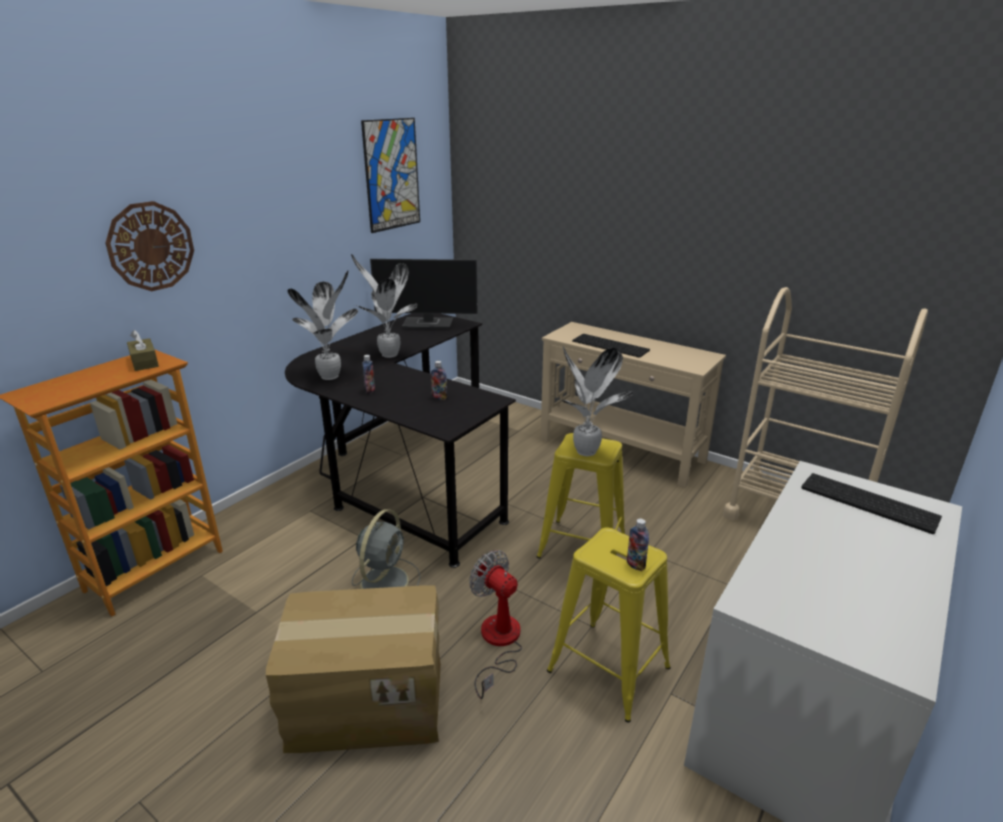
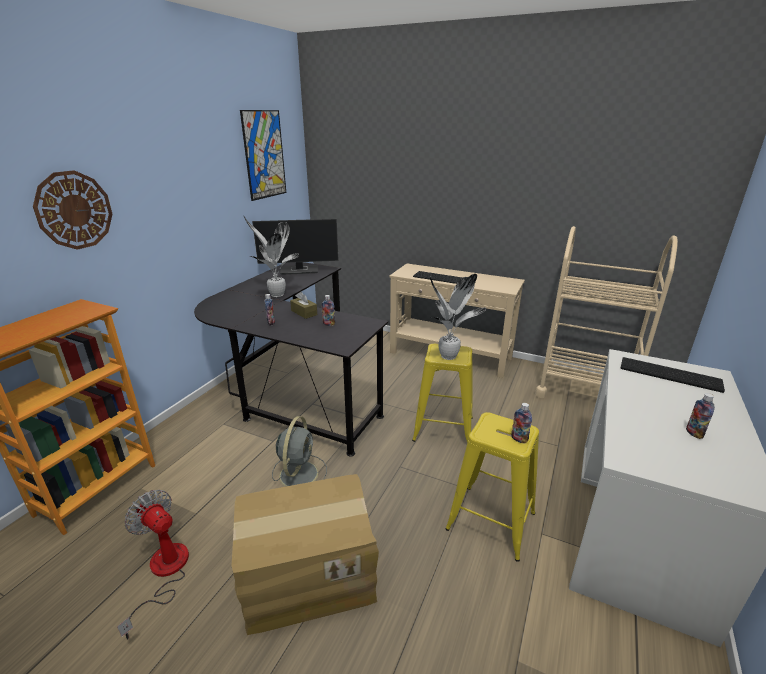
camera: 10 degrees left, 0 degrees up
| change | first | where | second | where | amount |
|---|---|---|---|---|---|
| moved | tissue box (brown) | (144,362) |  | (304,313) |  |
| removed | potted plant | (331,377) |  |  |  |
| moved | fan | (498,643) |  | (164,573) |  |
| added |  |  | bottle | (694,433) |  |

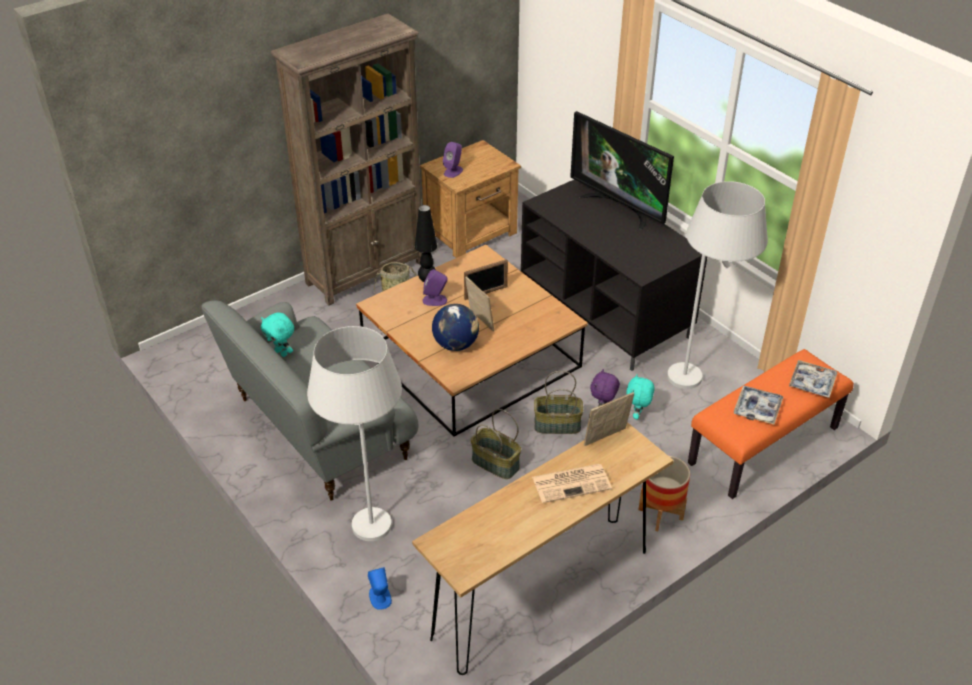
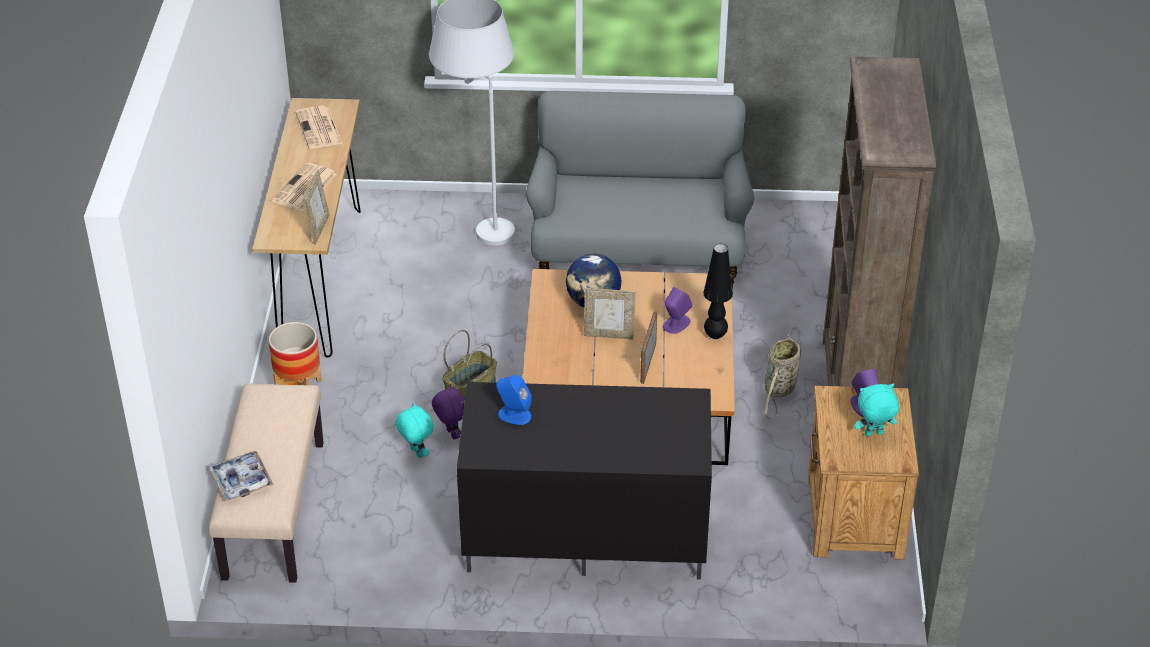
camera: 130 degrees right, 0 degrees up
| change | first | where | second | where | amount |
|---|---|---|---|---|---|
| moved | plush toy (turquoise) | (281,353) |  | (873,434) |  |
| moved | speaker (blue) | (380,597) |  | (514,415) |  |
| removed | basket | (494,464) |  |  |  |
| removed | television | (619,207) |  |  |  |
| removed | floor lamp (white) | (700,386) |  |  |  |
| recoloured | bench (orange) | (764,446) | bench (beige) | (273,509) |  |
| removed | tray | (757,409) |  |  |  |
| added |  |  | newspaper | (319,129) |  |

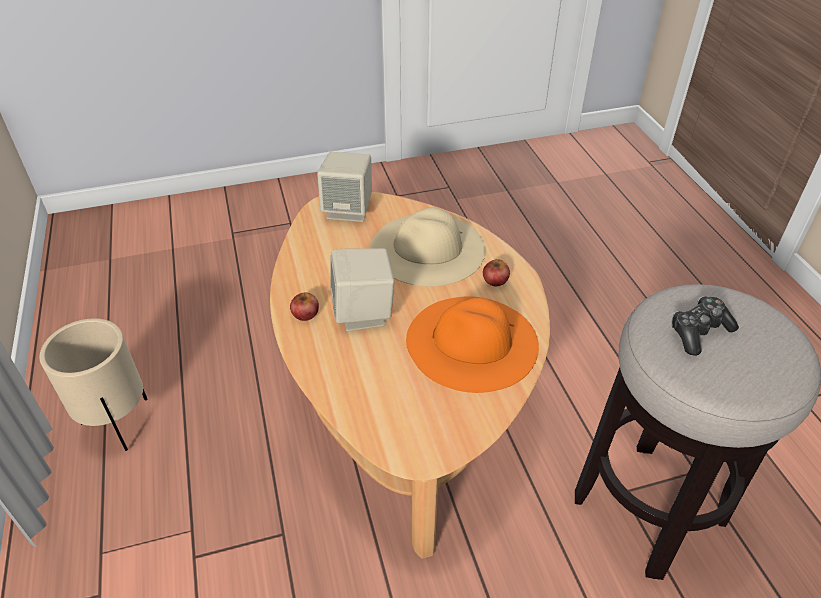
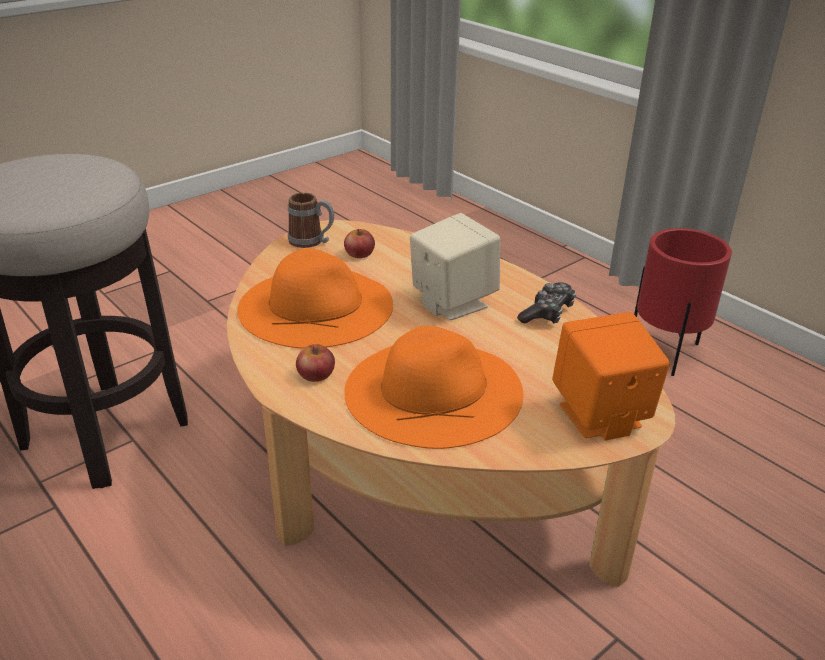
camera: 155 degrees right, 10 degrees down
| change | first | where | second | where | amount |
|---|---|---|---|---|---|
| recoloured | planter (beige) | (119,424) | planter (red) | (666,353) |  |
| moved | apple | (305,313) |  | (359,253) |  |
| recoloured | speaker (beige) | (348,210) | speaker (orange) | (600,416) |  |
| recoloured | hat (beige) | (427,249) | hat (orange) | (433,390) |  |
| moved | game controller | (699,331) |  | (547,313) |  |
| added |  |  | mug | (312,242) |  |

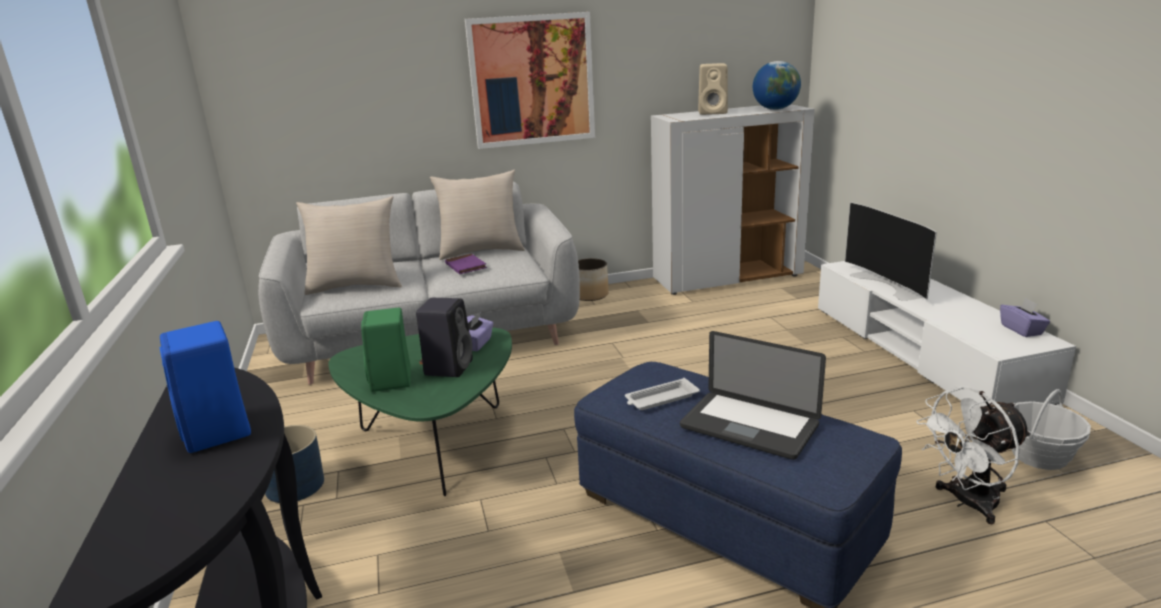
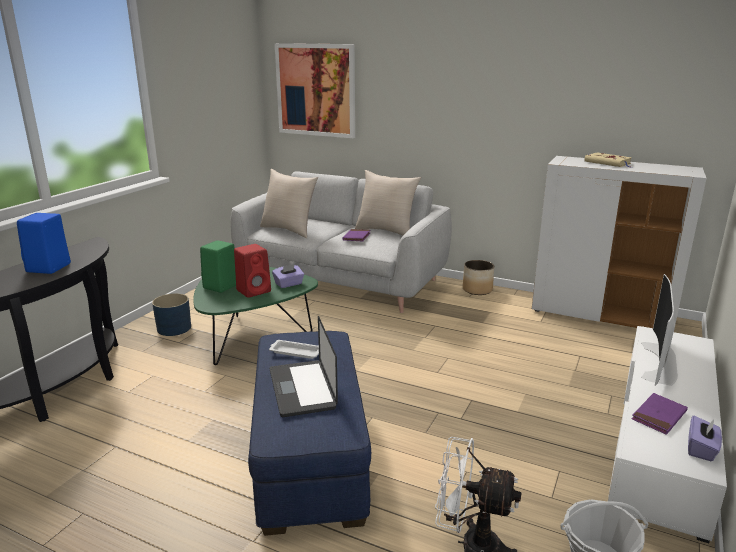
camera: 40 degrees right, 0 degrees up
| change | first | where | second | where | amount |
|---|---|---|---|---|---|
| recoloured | speaker (black) | (449,367) | speaker (red) | (254,290) |  |
| moved | picture | (532,80) |  | (316,90) |  |
| replaced | speaker (beige) | (713,112) | book (beige) | (608,163) |  |
| removed | globe | (775,109) |  |  |  |
| added |  |  | book (purple) | (659,416) |  |

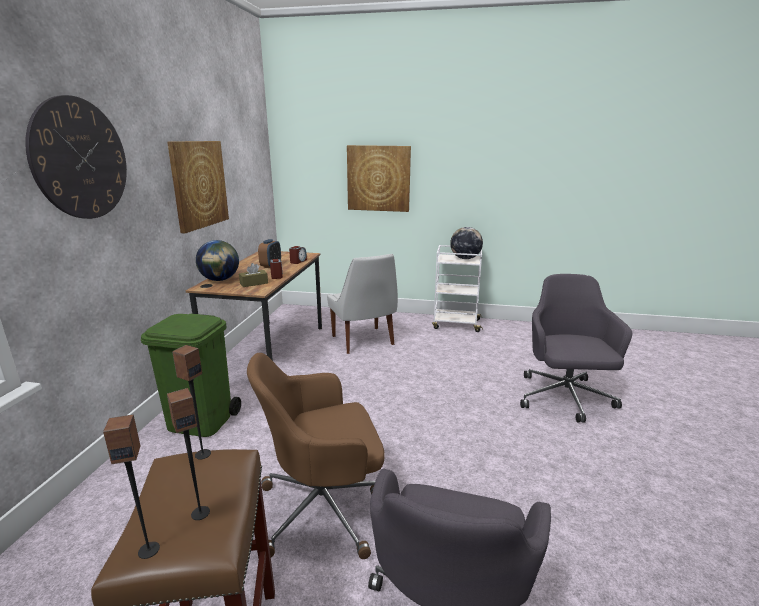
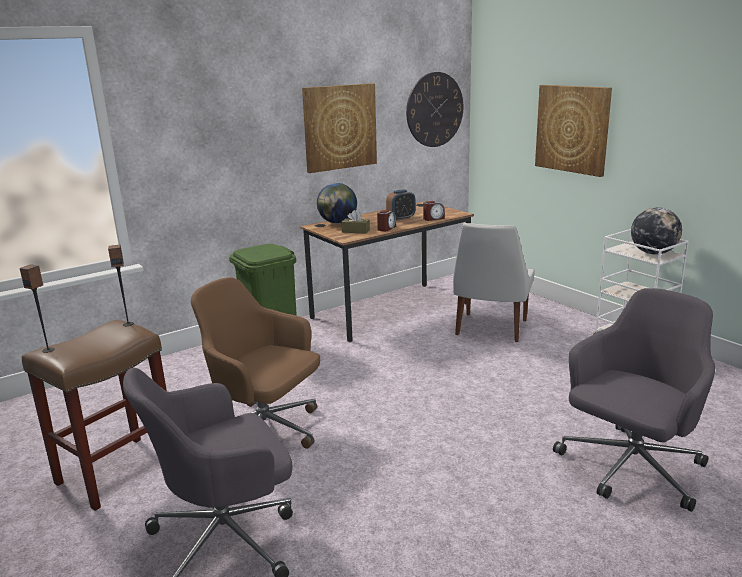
camera: 45 degrees right, 0 degrees up
| change | first | where | second | where | amount |
|---|---|---|---|---|---|
| moved | wall clock | (80,159) |  | (434,110) |  |
| removed | speaker | (200,513) |  |  |  |

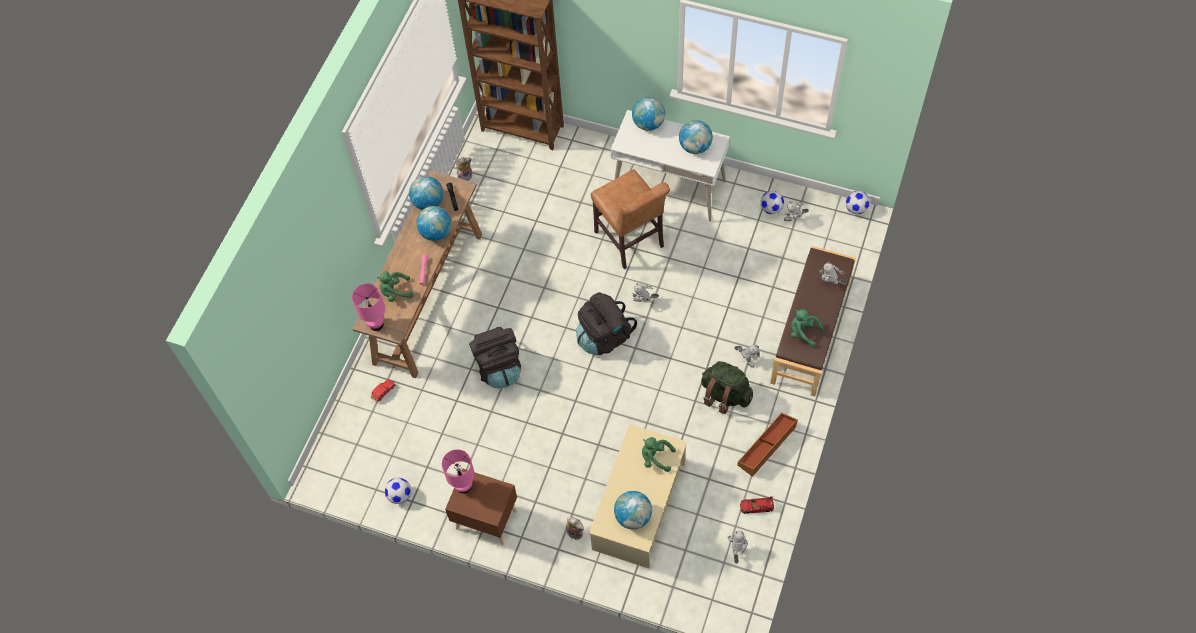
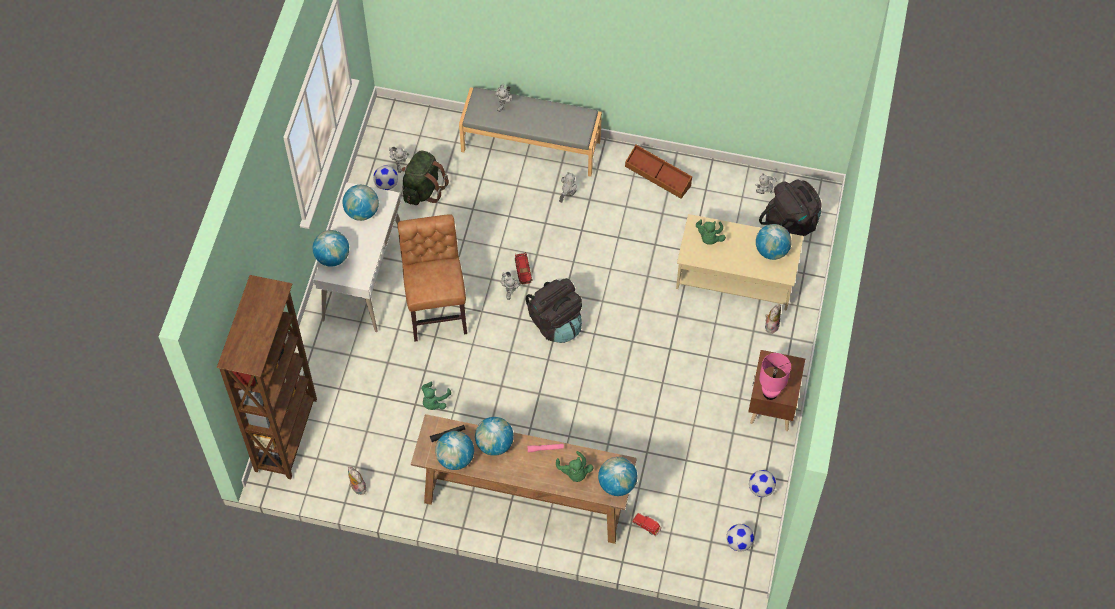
camera: 100 degrees left, 0 degrees up
| change | first | where | second | where | amount |
|---|---|---|---|---|---|
| replaced | table lamp (pink) | (377,324) | globe | (617,484) |  |
| moved | backpack (black) | (499,367) |  | (791,224) |  |
| turned | chair (brown) | (631,242) |  | (436,309) | 60 degrees counterclockwise |
| moved | backpack (green) | (725,395) |  | (423,189) |  |
| moved | toy car (red) | (757,506) |  | (523,270) |  |
| recoloured | bench (brown) | (811,332) | bench (grey) | (531,145) |  |
| moved | plush toy (green) | (803,332) |  | (434,402) |  |
| moved | football | (856,209) |  | (738,542) |  |

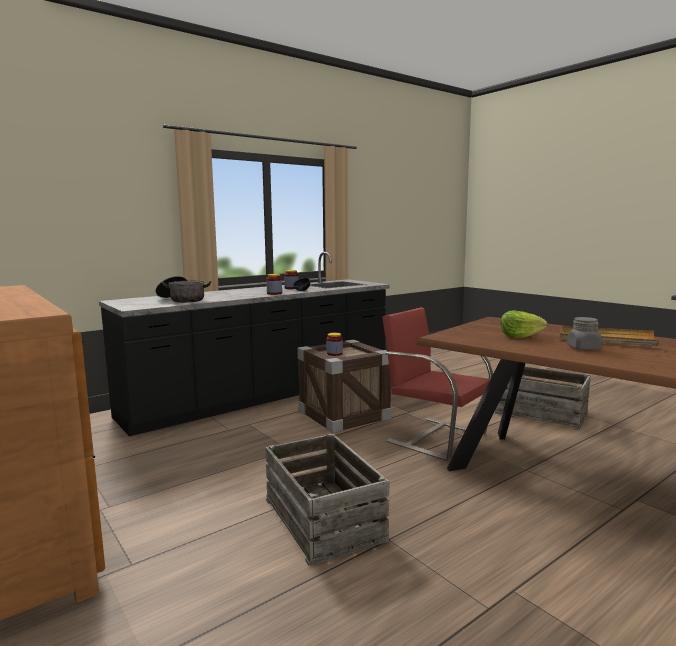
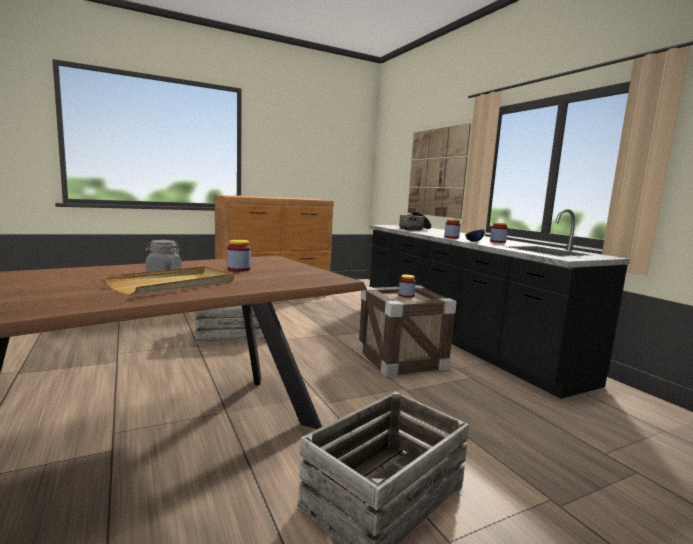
camera: 100 degrees right, 0 degrees up
| change | first | where | second | where | amount |
|---|---|---|---|---|---|
| removed | chair (red) | (435,437) |  |  |  |
| replaced | lettuce | (520,336) | jar | (239,269) |  |
| added |  |  | picture | (436,172) |  |

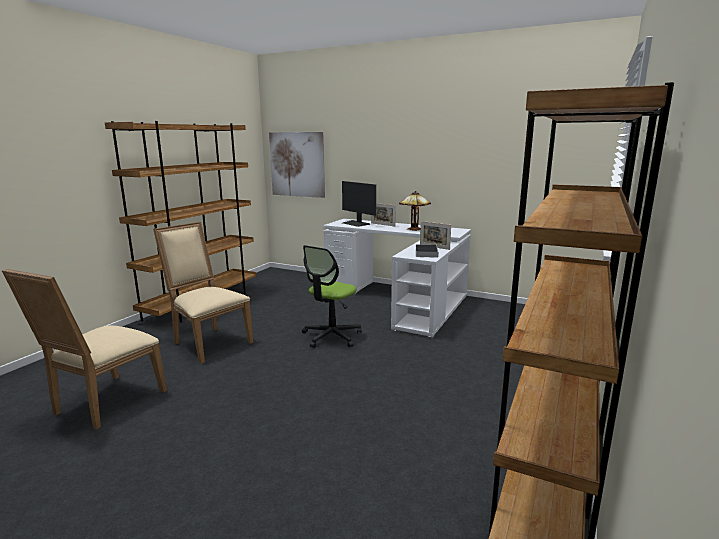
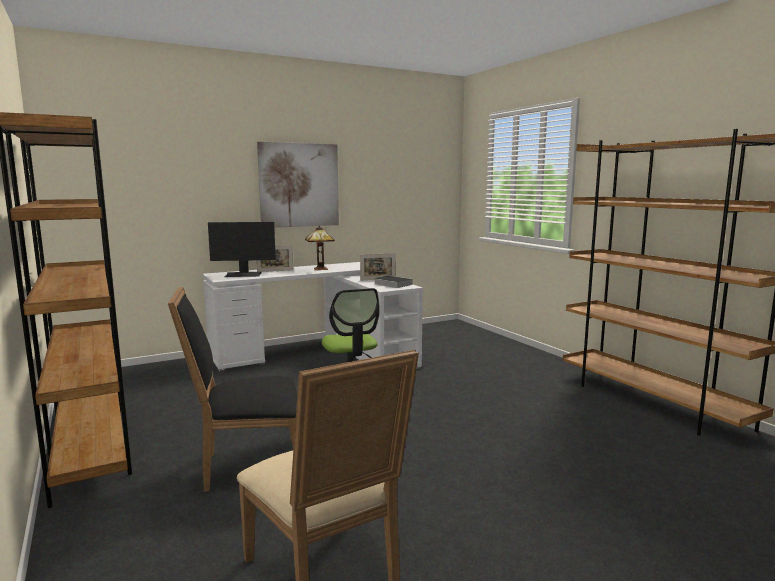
camera: 55 degrees left, 5 degrees down
| change | first | where | second | where | amount |
|---|---|---|---|---|---|
| recoloured | chair (beige) | (209,342) | chair (black) | (247,466) |  |
| moved | picture | (297,164) |  | (299,185) |  |

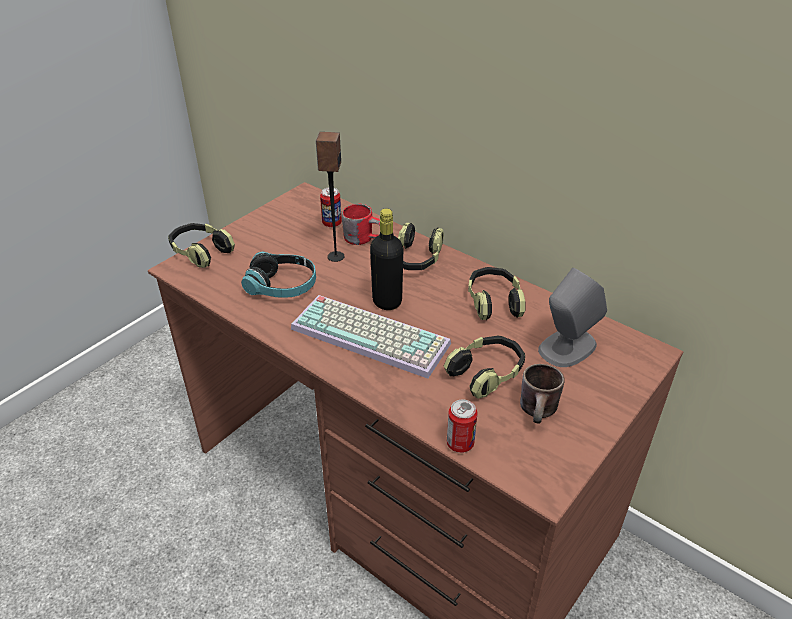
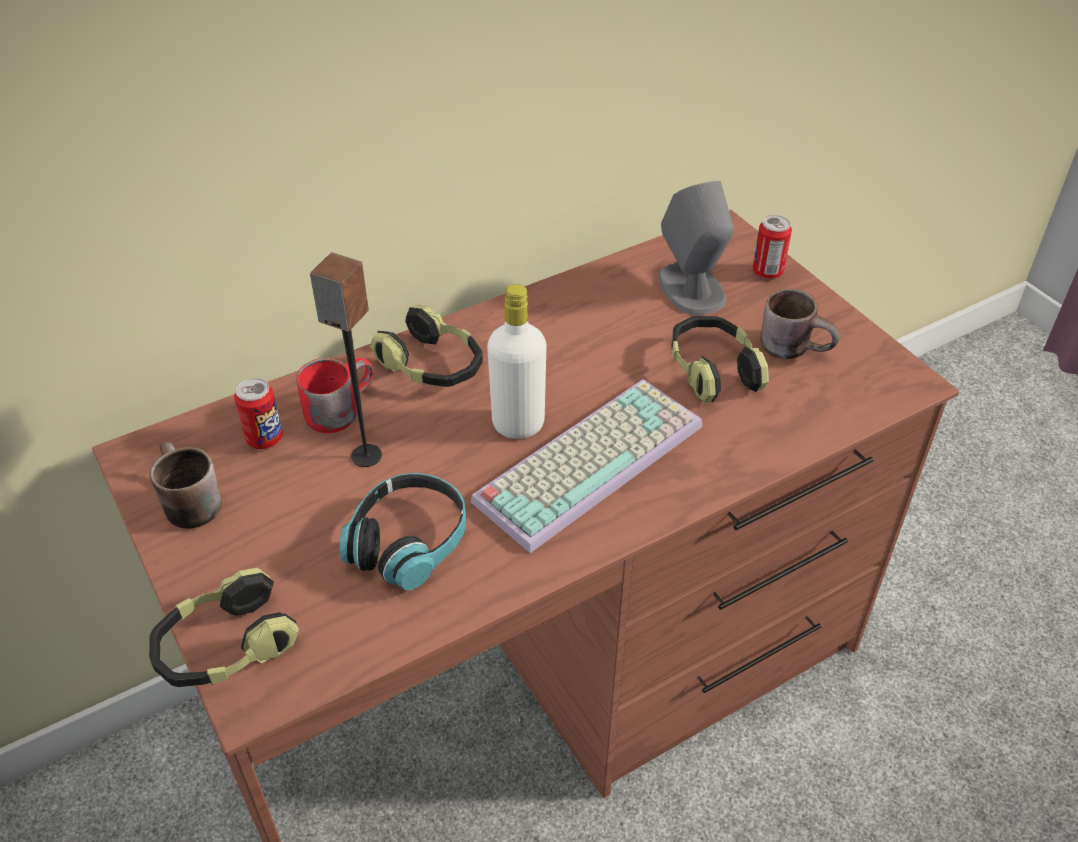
camera: 70 degrees left, 5 degrees up
| change | first | where | second | where | amount |
|---|---|---|---|---|---|
| recoloured | bottle (black) | (387,301) | bottle (white) | (518,424) |  |
| moved | can | (460,443) |  | (767,272) |  |
| removed | headphones | (494,302) |  |  |  |
| added |  |  | mug (brown) | (185,503) |  |

